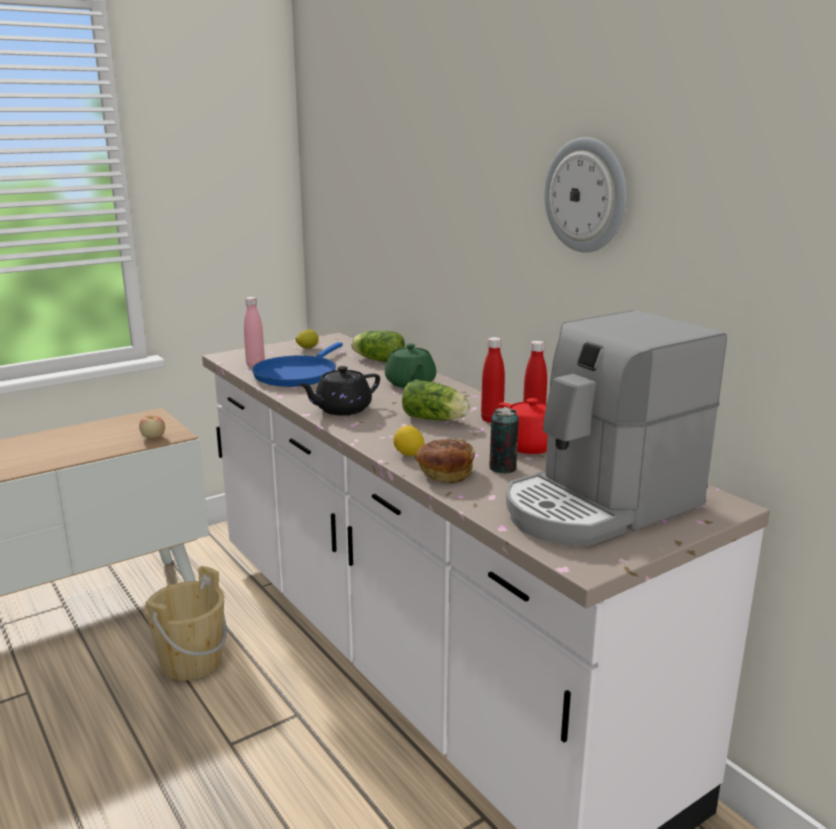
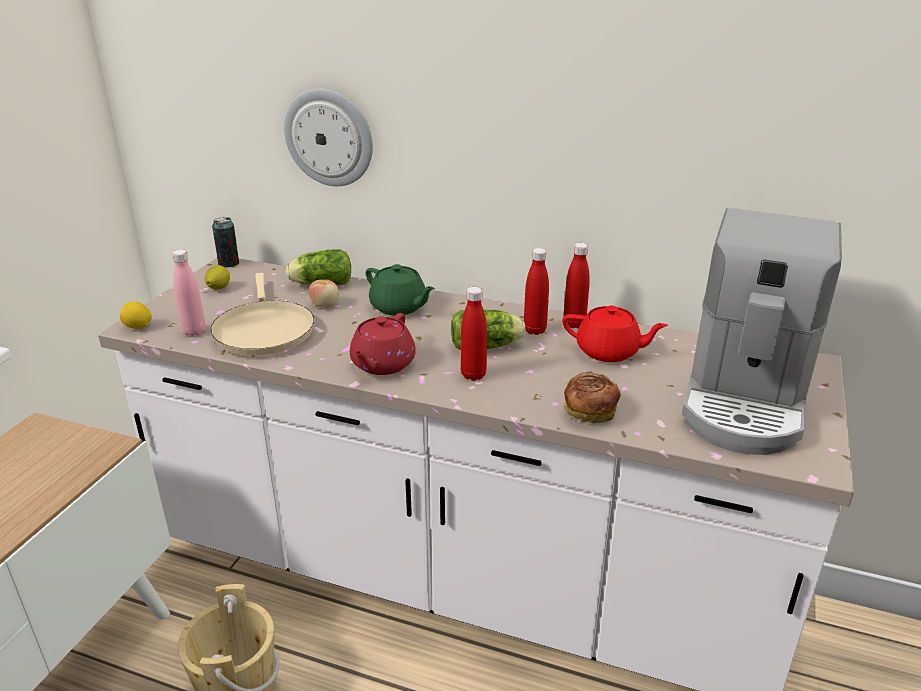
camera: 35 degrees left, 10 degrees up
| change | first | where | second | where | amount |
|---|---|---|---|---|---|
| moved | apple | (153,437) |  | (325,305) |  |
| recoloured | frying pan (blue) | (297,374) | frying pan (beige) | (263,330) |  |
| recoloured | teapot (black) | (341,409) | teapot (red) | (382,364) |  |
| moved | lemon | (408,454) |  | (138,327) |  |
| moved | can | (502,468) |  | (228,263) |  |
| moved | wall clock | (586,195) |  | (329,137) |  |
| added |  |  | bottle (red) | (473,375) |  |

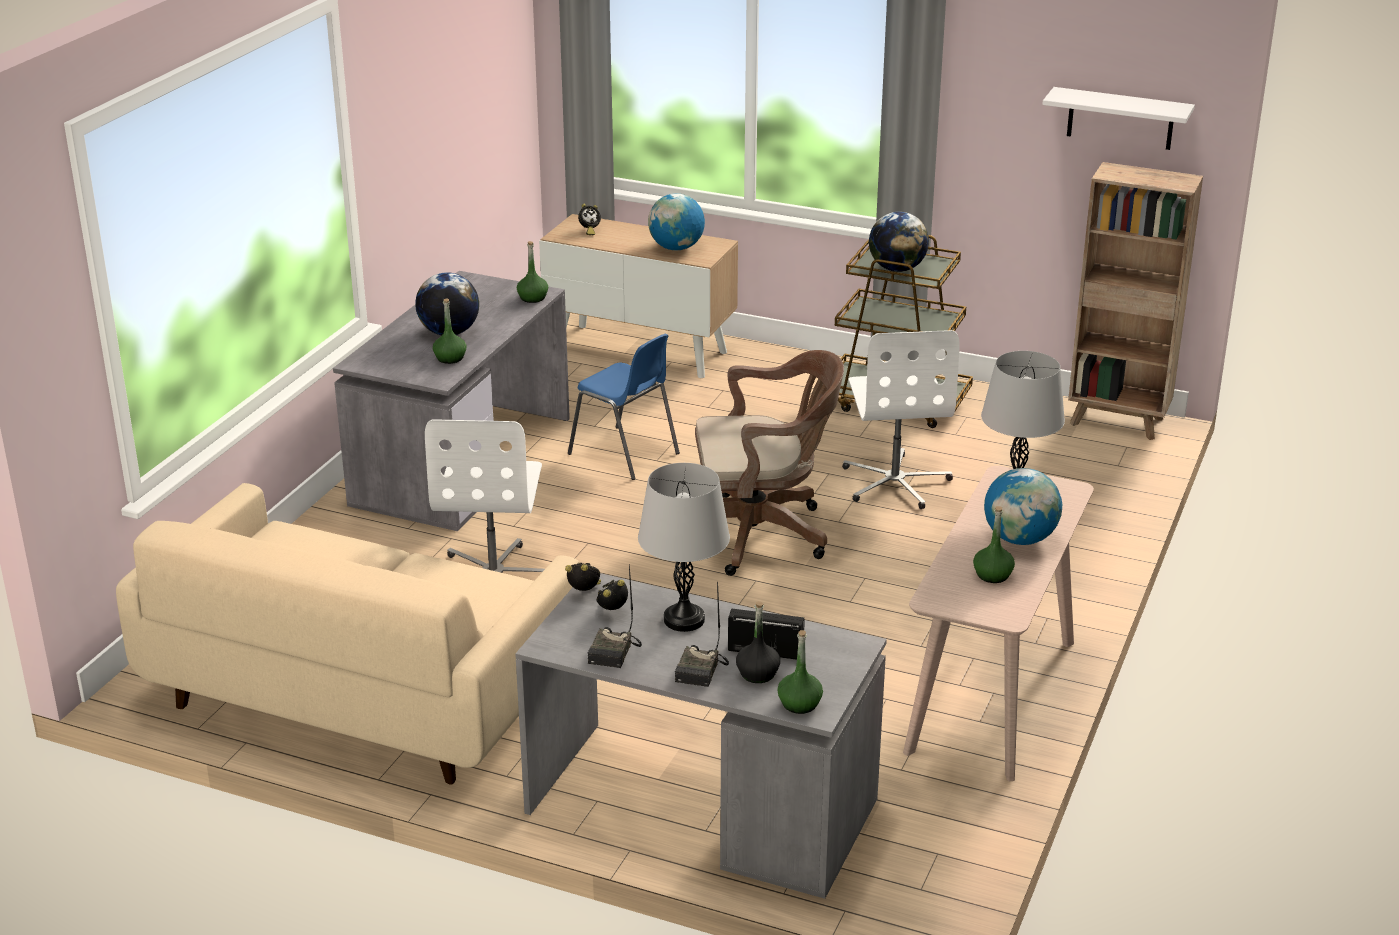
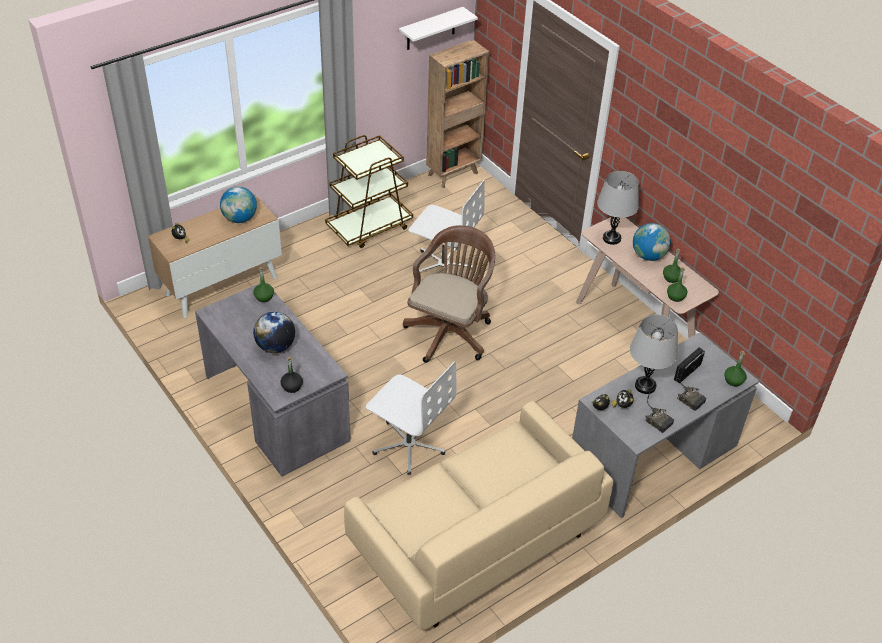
camera: 60 degrees left, 15 degrees up
| change | first | where | second | where | amount |
|---|---|---|---|---|---|
| moved | bottle (green) | (450,358) |  | (676,296) |  |
| removed | chair (blue) | (625,454) |  |  |  |
| moved | bottle (black) | (758,674) |  | (292,386) |  |
| removed | globe | (897,269) |  |  |  |

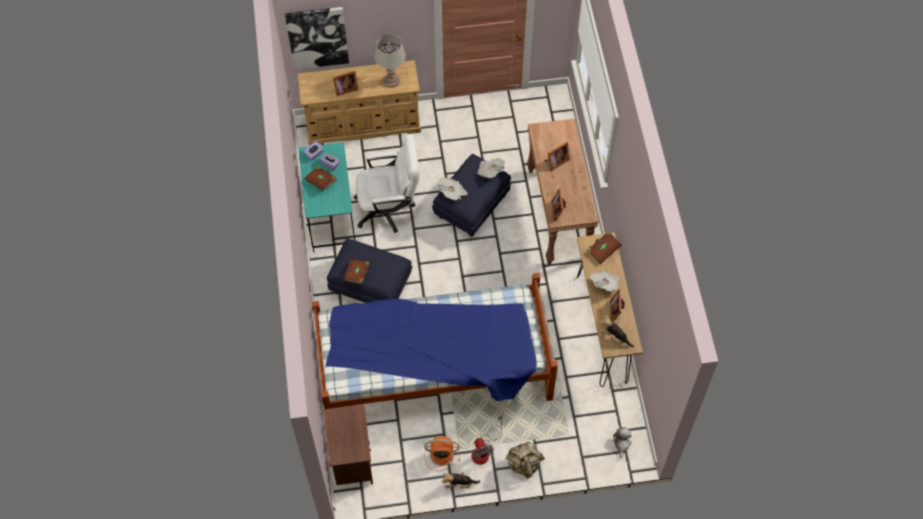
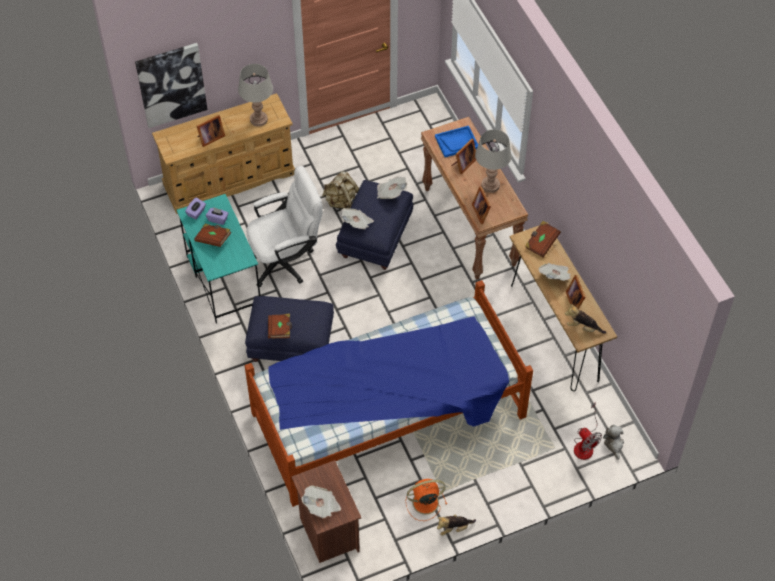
camera: 15 degrees left, 5 degrees down
| change | first | where | second | where | amount |
|---|---|---|---|---|---|
| moved | fan | (483,450) |  | (585,444) |  |
| moved | backpack (beige) | (524,464) |  | (341,202) |  |
| added |  |  | newspaper | (322,506) |  |
| added |  |  | tray (blue) | (456,142) |  |
| added |  |  | table lamp (grey) | (490,185) |  |

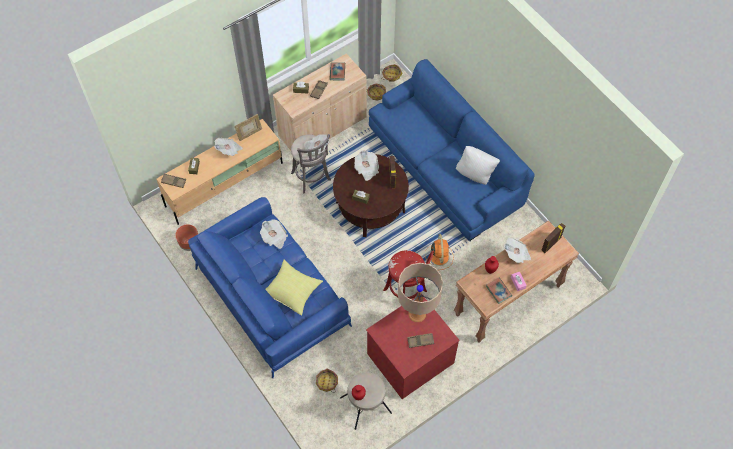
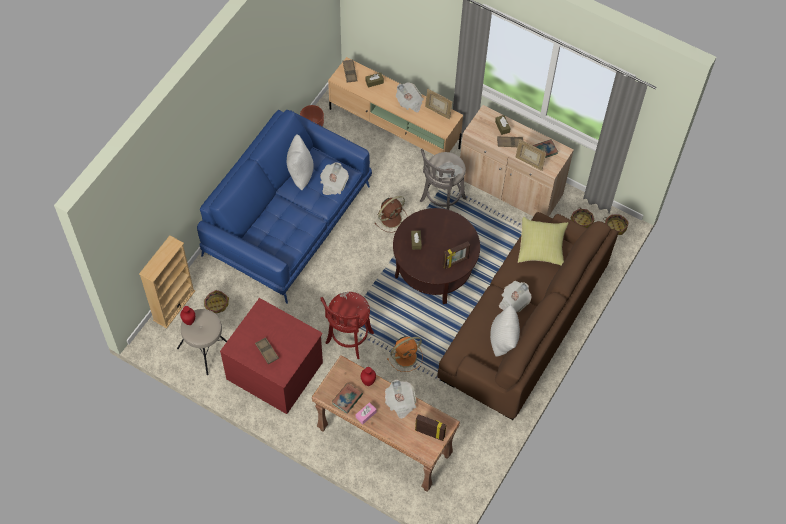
camera: 65 degrees right, 0 degrees up
| change | first | where | second | where | amount |
|---|---|---|---|---|---|
| moved | pillow (yellow) | (293,291) |  | (542,247) |  |
| moved | newspaper | (366,169) |  | (513,301) |  |
| recoloured | sofa (blue) | (445,166) | sofa (brown) | (523,322) |  |
| removed | table lamp (beige) | (417,314) |  |  |  |
| added |  |  | bookcase (beige) | (174,305) |  |
| added |  |  | pillow (white) | (300,174) |  |
| added |  |  | fan (brown) | (392,218) |  |
| added |  |  | picture frame | (529,162) |  |

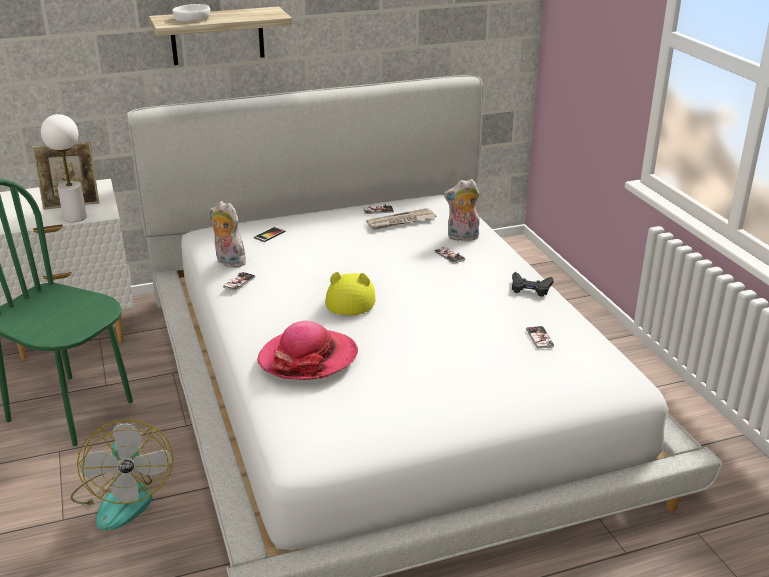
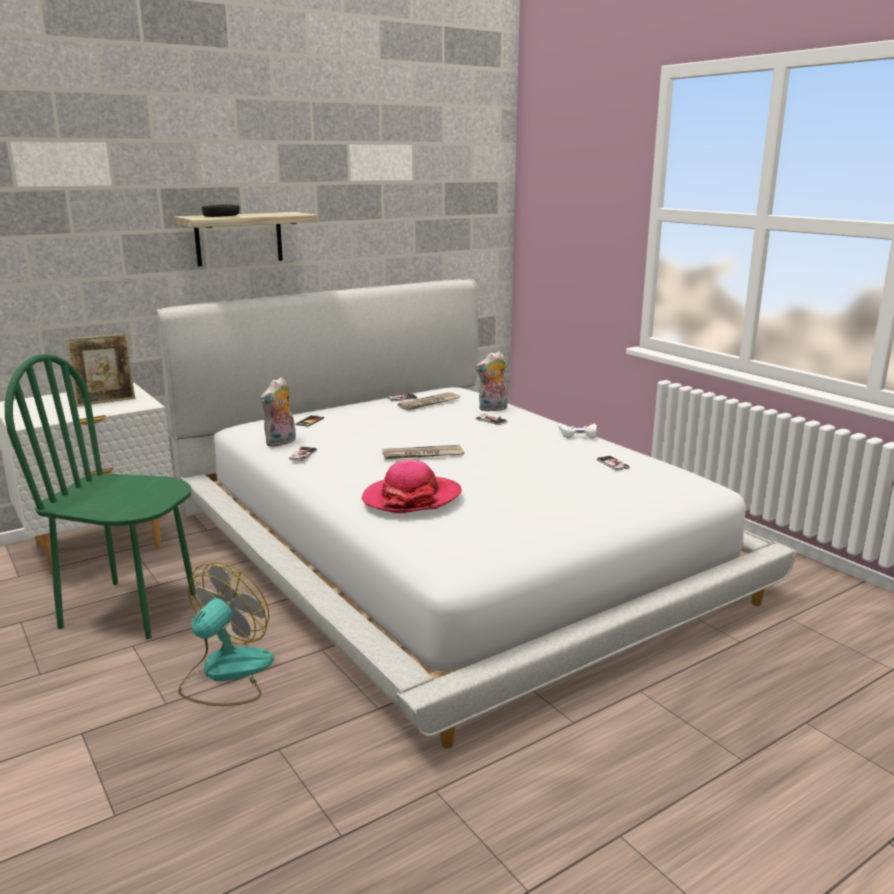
camera: 15 degrees left, 10 degrees down
| change | first | where | second | where | amount |
|---|---|---|---|---|---|
| removed | table lamp (white) | (75,217) |  |  |  |
| turned | fan | (123,497) |  | (226,674) | 120 degrees counterclockwise |
| recoloured | bowl (white) | (192,18) | bowl (black) | (221,216) |  |
| turned | plush toy | (228,262) |  | (281,443) | 75 degrees counterclockwise |
| replaced | hat (yellow) | (351,298) | newspaper | (422,455) |  |
| recoloured | game controller (black) | (530,288) | game controller (white) | (578,434) |  |

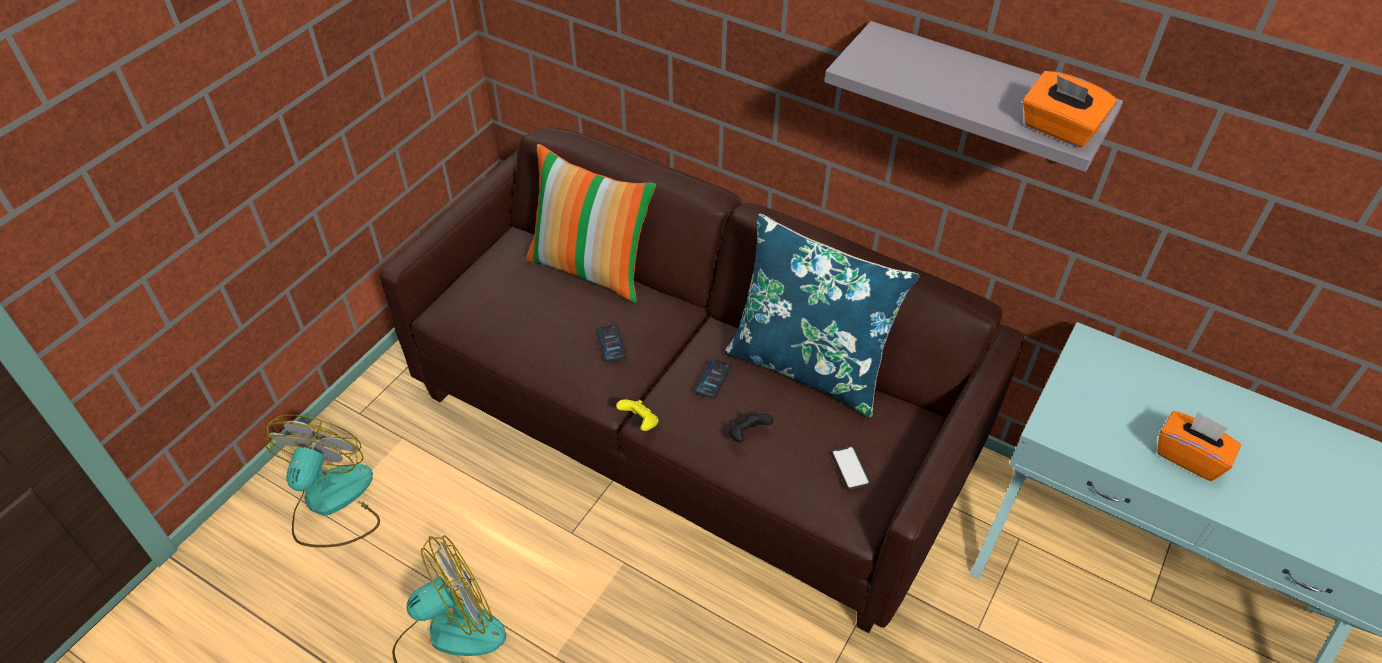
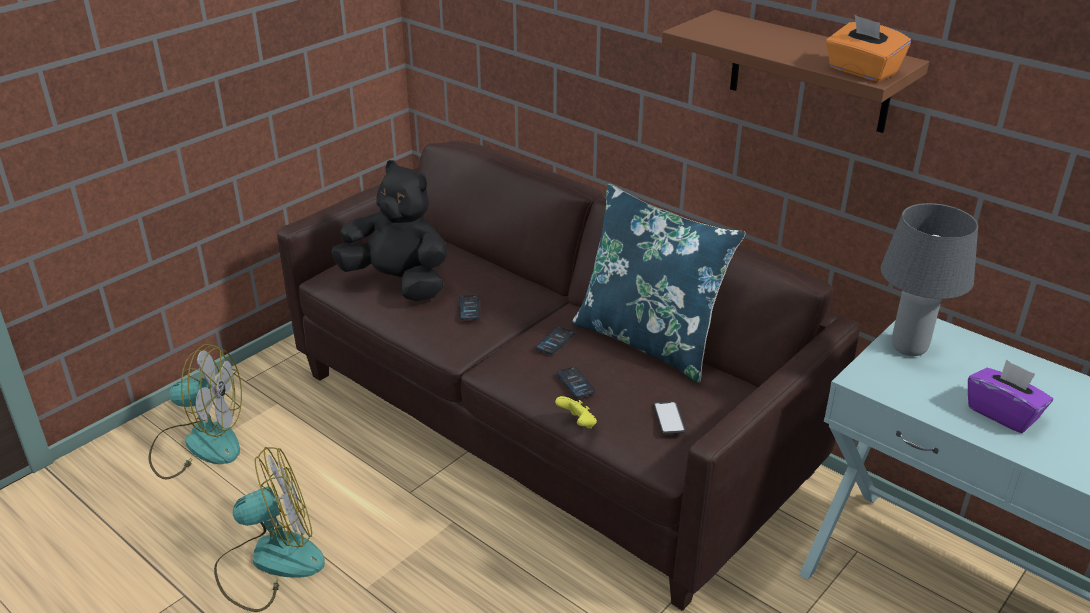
camera: 10 degrees right, 15 degrees down
| change | first | where | second | where | amount |
|---|---|---|---|---|---|
| turned | fan | (331,503) |  | (199,444) | 75 degrees clockwise |
| removed | pillow | (591,268) |  |  |  |
| moved | game controller (yellow) | (640,423) |  | (577,423) |  |
| replaced | game controller (black) | (747,435) | phone | (575,383) |  |
| recoloured | shelf (grey) | (982,95) | shelf (brown) | (809,72) |  |
| recoloured | tissue box (orange) | (1189,456) | tissue box (purple) | (1002,413) |  |
| added |  |  | plush toy (black) | (398,282) |  |
| added |  |  | table lamp (grey) | (910,348) |  |

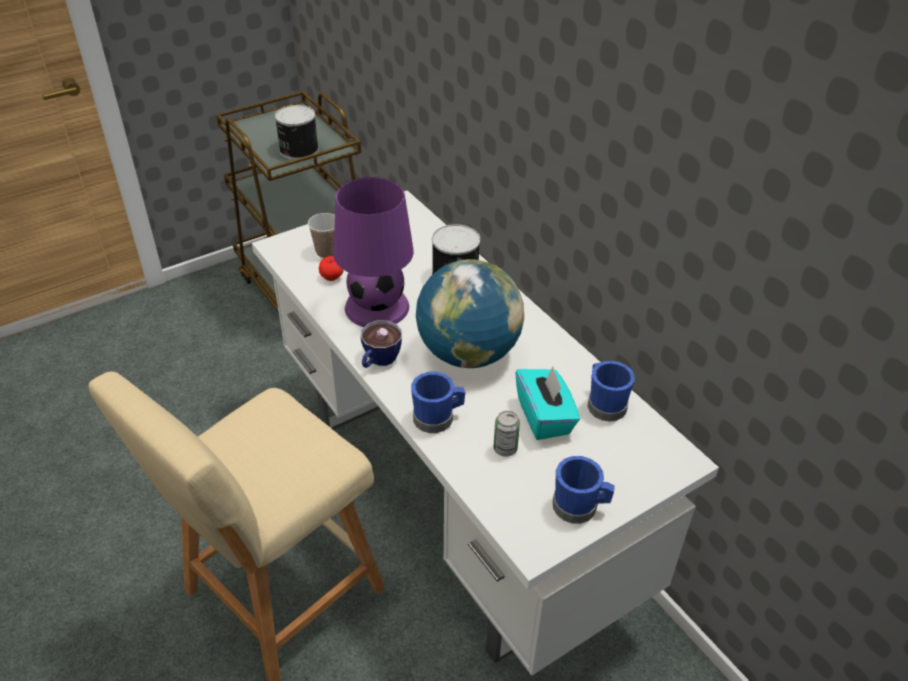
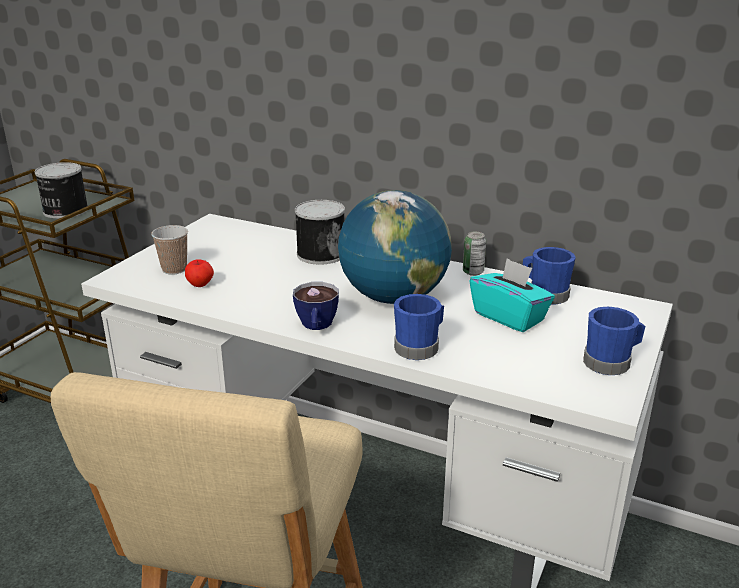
camera: 30 degrees left, 15 degrees down
| change | first | where | second | where | amount |
|---|---|---|---|---|---|
| removed | table lamp (purple) | (376,307) |  |  |  |
| moved | can | (505,449) |  | (473,272) |  |

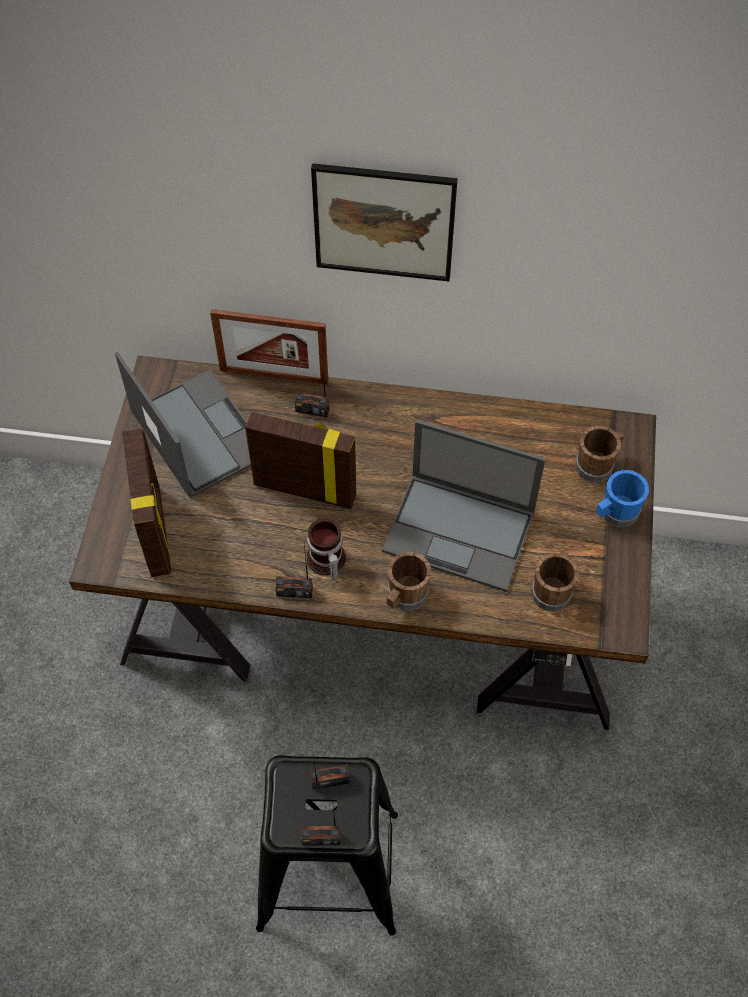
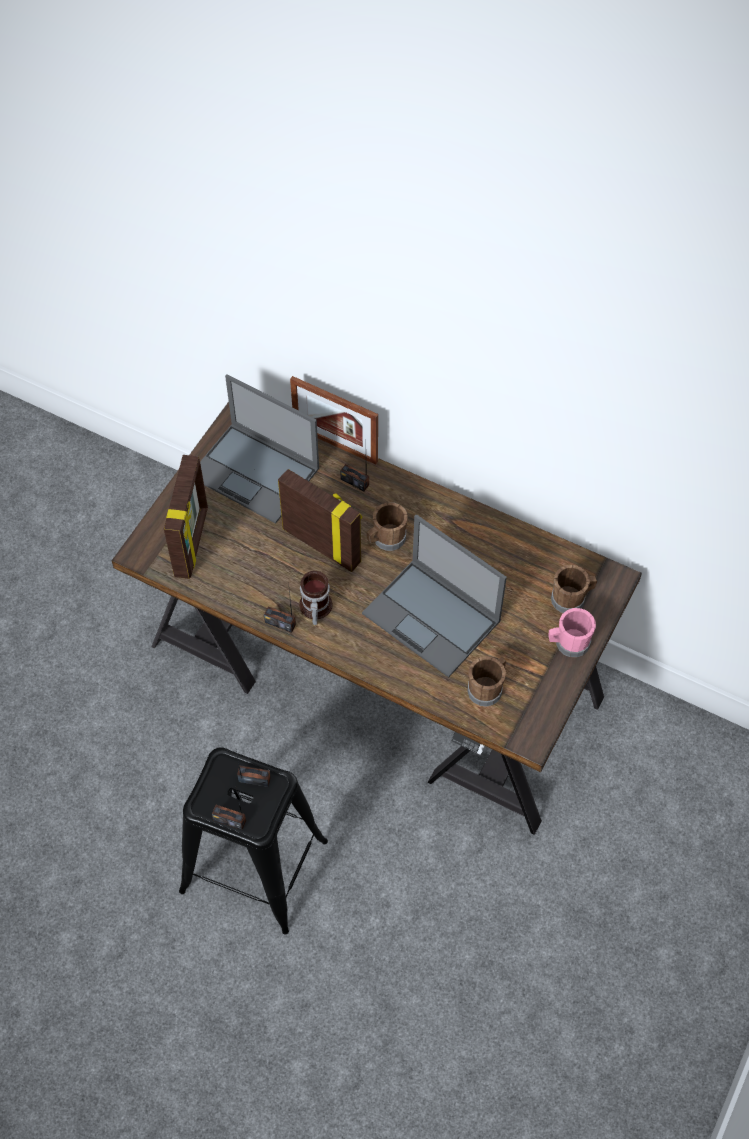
camera: 20 degrees right, 0 degrees up
| change | first | where | second | where | amount |
|---|---|---|---|---|---|
| turned | laptop | (198,432) |  | (256,473) | 135 degrees clockwise |
| removed | picture | (384,222) |  |  |  |
| moved | mug (brown) | (405,596) |  | (386,539) |  |
| recoloured | mug (blue) | (616,513) | mug (pink) | (568,643) |  |

